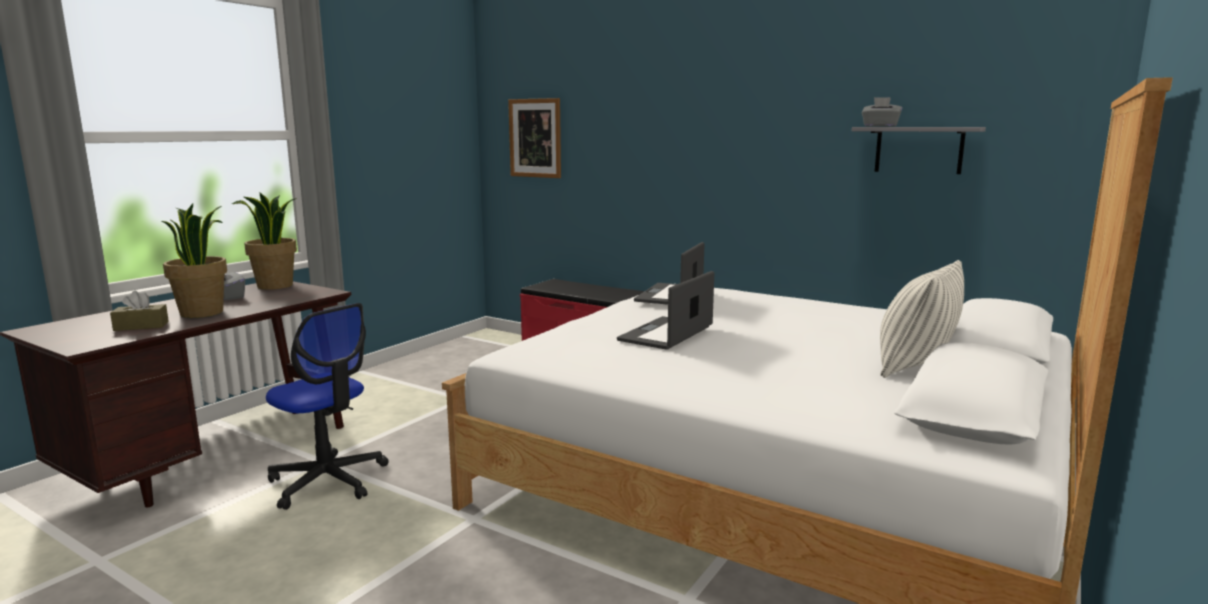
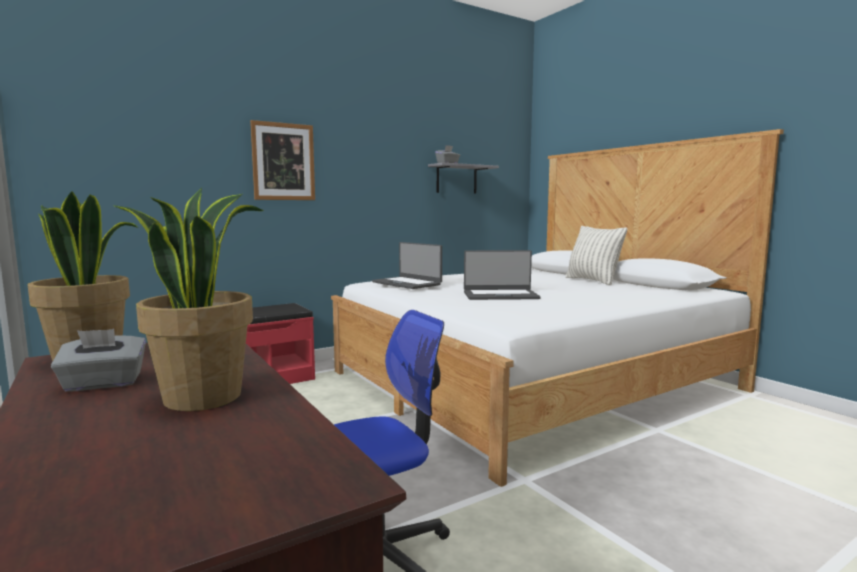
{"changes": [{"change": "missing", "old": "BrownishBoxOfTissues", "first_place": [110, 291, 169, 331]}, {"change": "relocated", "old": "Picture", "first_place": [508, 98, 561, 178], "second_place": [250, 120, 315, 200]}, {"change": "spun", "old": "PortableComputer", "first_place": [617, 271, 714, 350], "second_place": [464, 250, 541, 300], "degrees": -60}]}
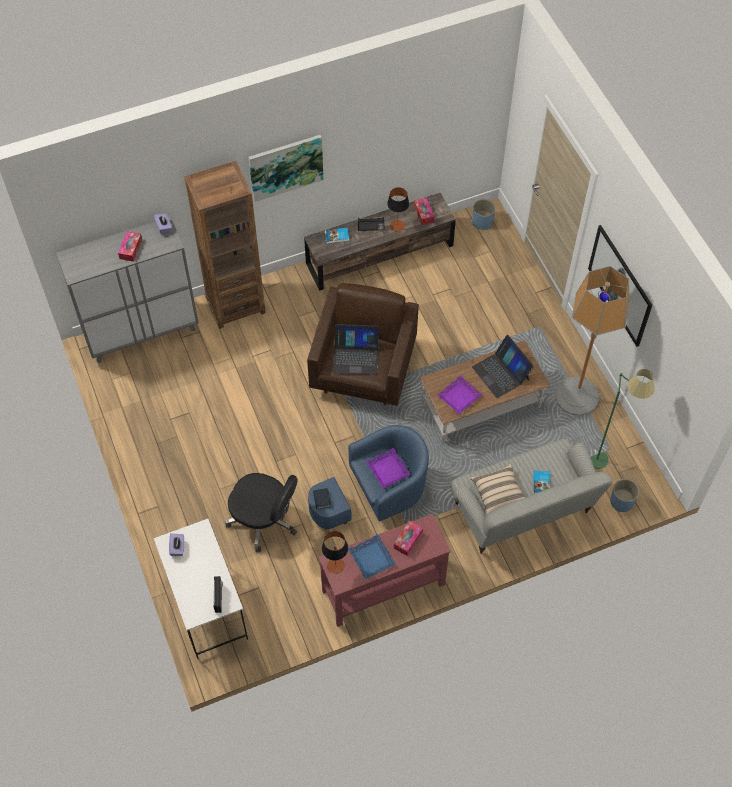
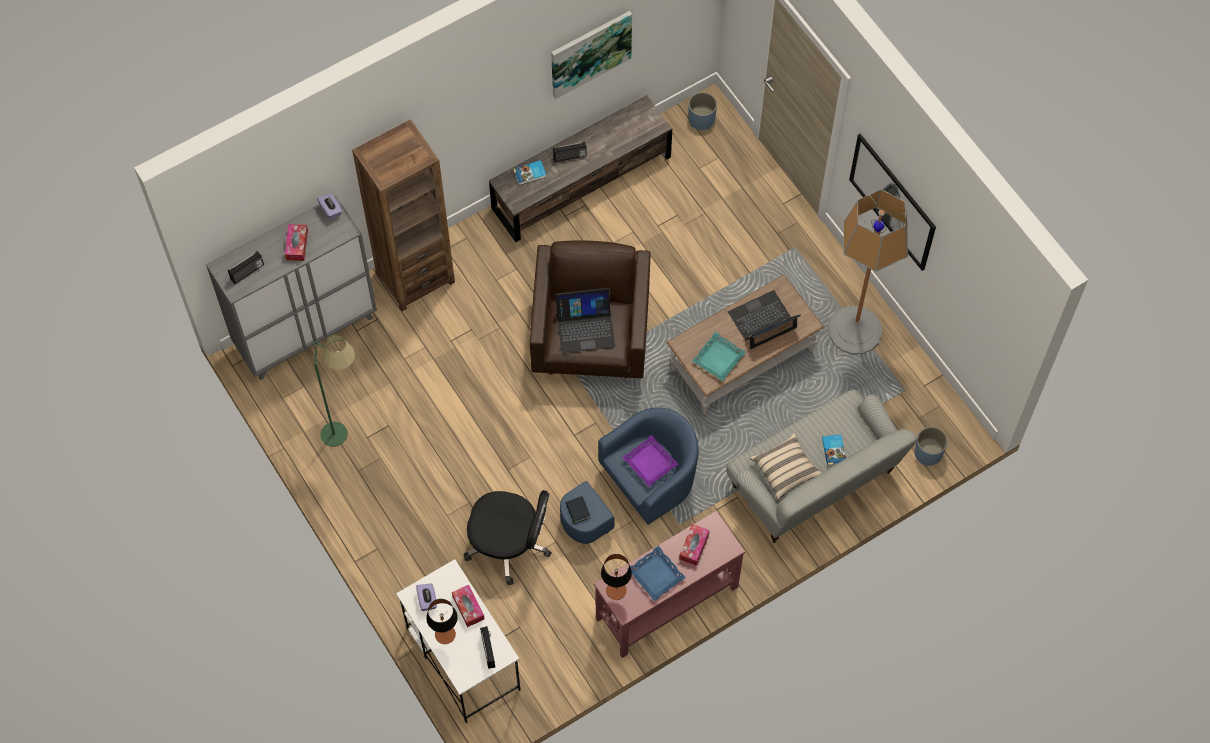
{"changes": [{"change": "appeared", "new": "Radio", "second_place": [228, 251, 264, 284]}, {"change": "relocated", "old": "Picture", "first_place": [249, 135, 324, 202], "second_place": [551, 11, 632, 99]}, {"change": "relocated", "old": "TabletopLamp", "first_place": [387, 188, 409, 232], "second_place": [426, 599, 458, 644]}, {"change": "relocated", "old": "BoxOfTissues", "first_place": [414, 198, 435, 225], "second_place": [452, 585, 485, 627]}, {"change": "relocated", "old": "GreenStandardLamp", "first_place": [590, 369, 655, 469], "second_place": [314, 335, 355, 447]}, {"change": "colour", "old": "PurpleServingTray", "new": "TurquoiseColouredServingTray", "first_place": [437, 375, 483, 414], "second_place": [692, 332, 746, 381]}, {"change": "spun", "old": "PortableComputer", "first_place": [472, 335, 534, 398], "second_place": [728, 290, 801, 349], "degrees": 105}]}
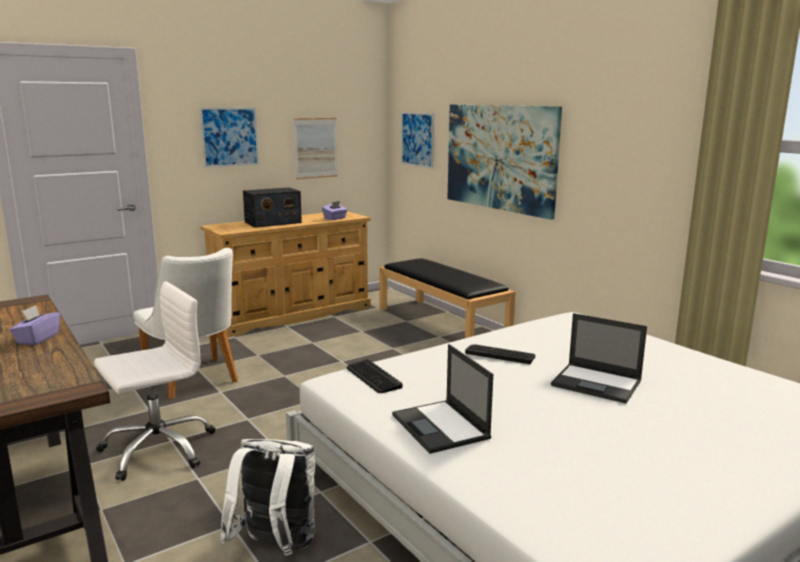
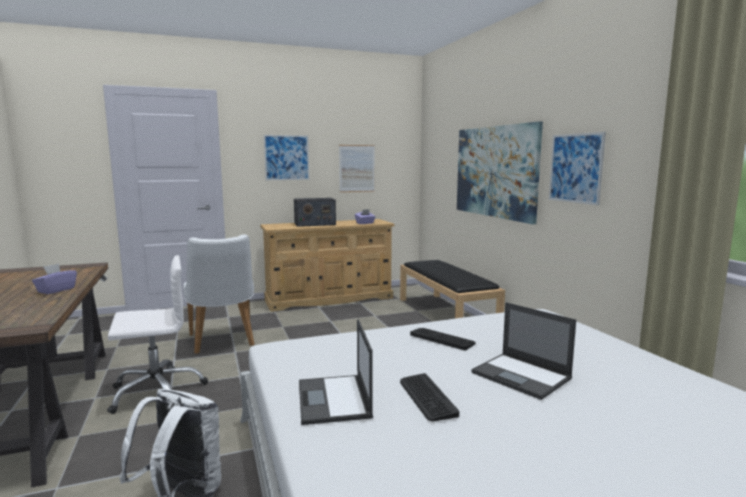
{"changes": [{"change": "relocated", "old": "Keyboard", "first_place": [347, 359, 403, 393], "second_place": [400, 373, 459, 421]}, {"change": "relocated", "old": "Picture", "first_place": [401, 112, 434, 169], "second_place": [549, 132, 606, 205]}]}
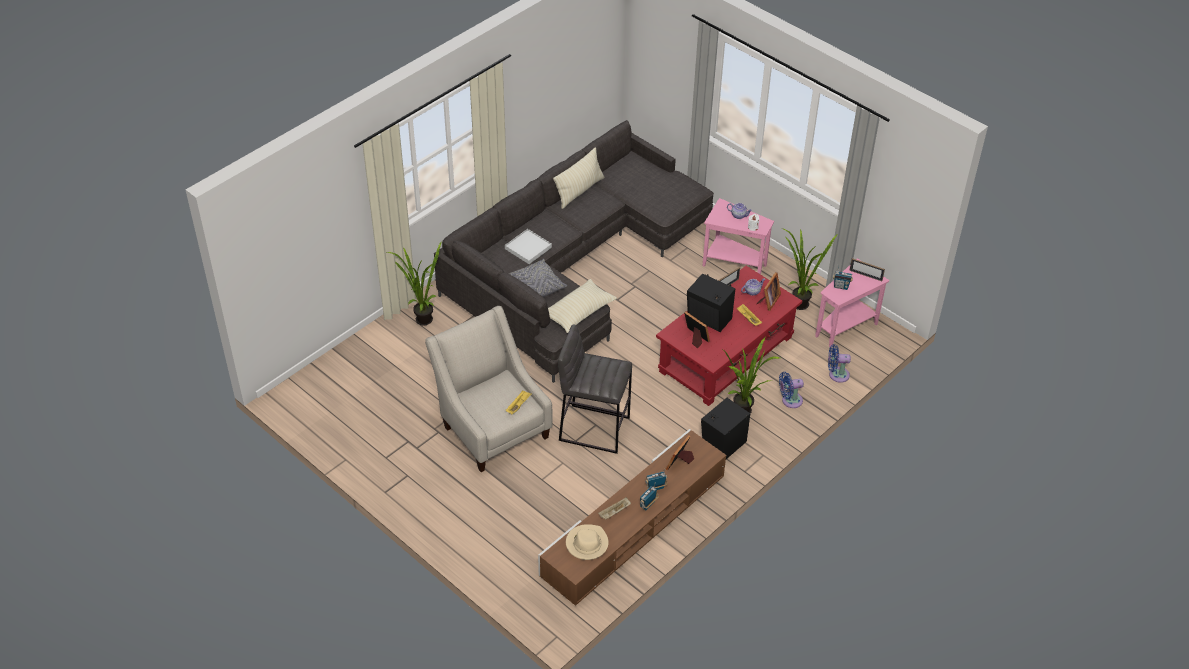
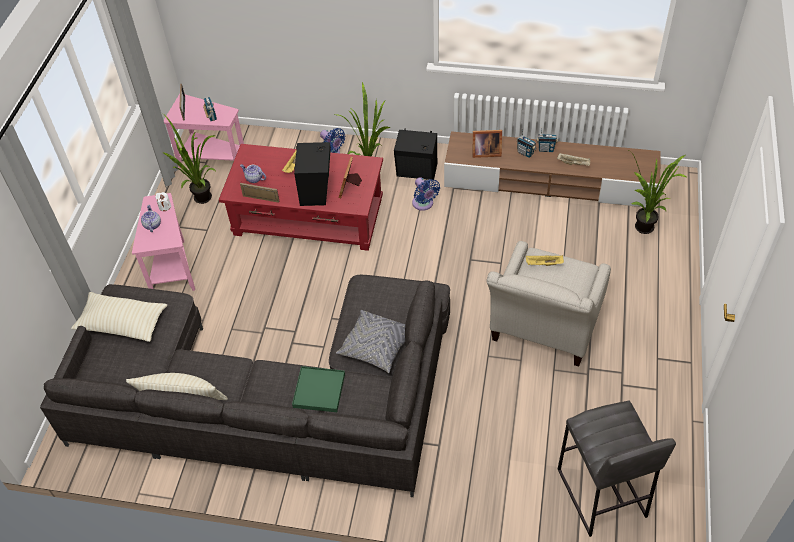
{"changes": [{"change": "missing", "old": "BeigeWearableHat", "first_place": [566, 524, 609, 560]}, {"change": "missing", "old": "StandingFrame", "first_place": [756, 272, 781, 311]}, {"change": "relocated", "old": "PlantInAPot", "first_place": [387, 241, 442, 326], "second_place": [629, 150, 688, 234]}, {"change": "relocated", "old": "BeigeCushion", "first_place": [548, 279, 617, 333], "second_place": [71, 292, 167, 342]}, {"change": "relocated", "old": "GreyishSittingStool", "first_place": [558, 324, 632, 454], "second_place": [558, 400, 676, 537]}, {"change": "relocated", "old": "BluishFan", "first_place": [828, 344, 851, 383], "second_place": [412, 177, 440, 211]}, {"change": "colour", "old": "WhitishServingTray", "new": "GreenServingTray", "first_place": [505, 229, 552, 264], "second_place": [292, 366, 345, 412]}]}
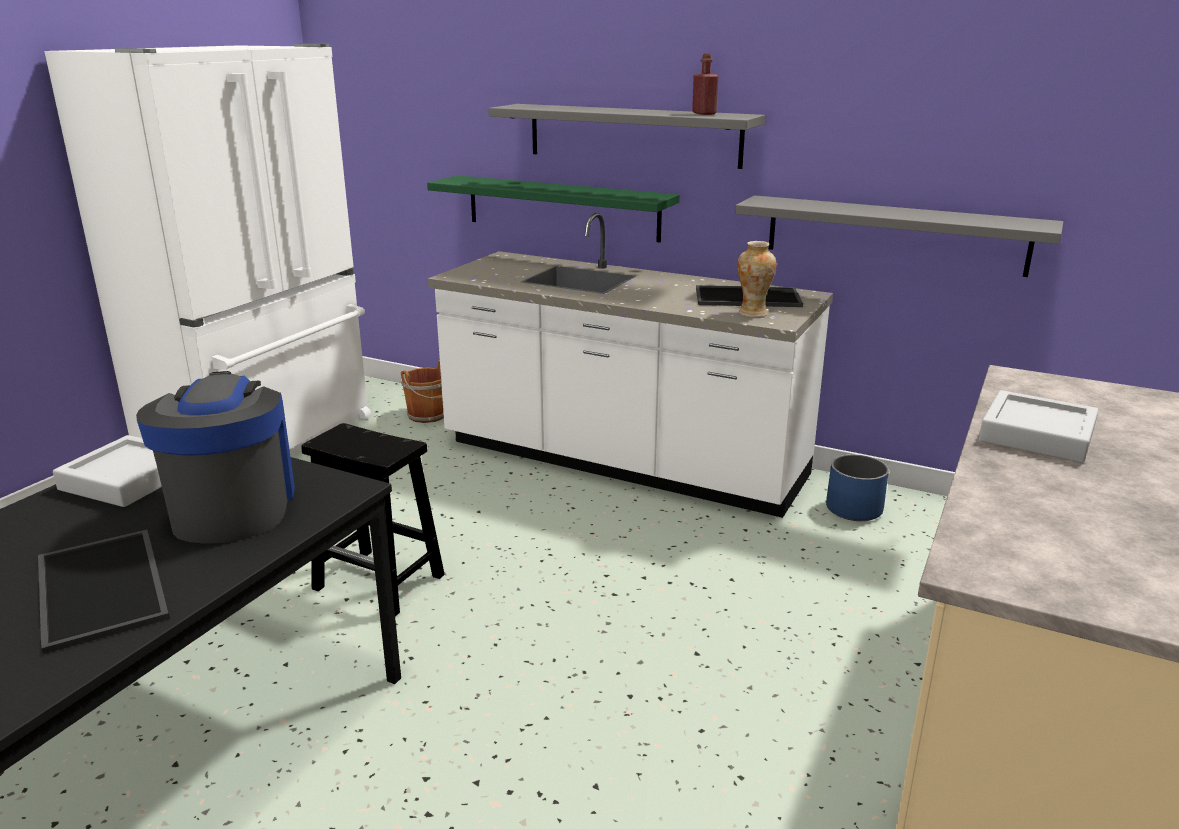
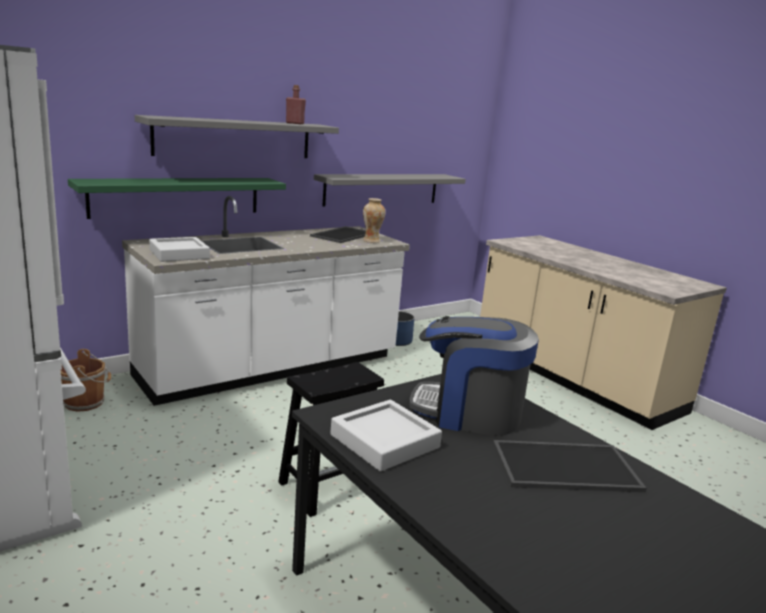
{"changes": [{"change": "relocated", "old": "GreyishServingTray", "first_place": [979, 390, 1099, 463], "second_place": [149, 237, 210, 262]}]}
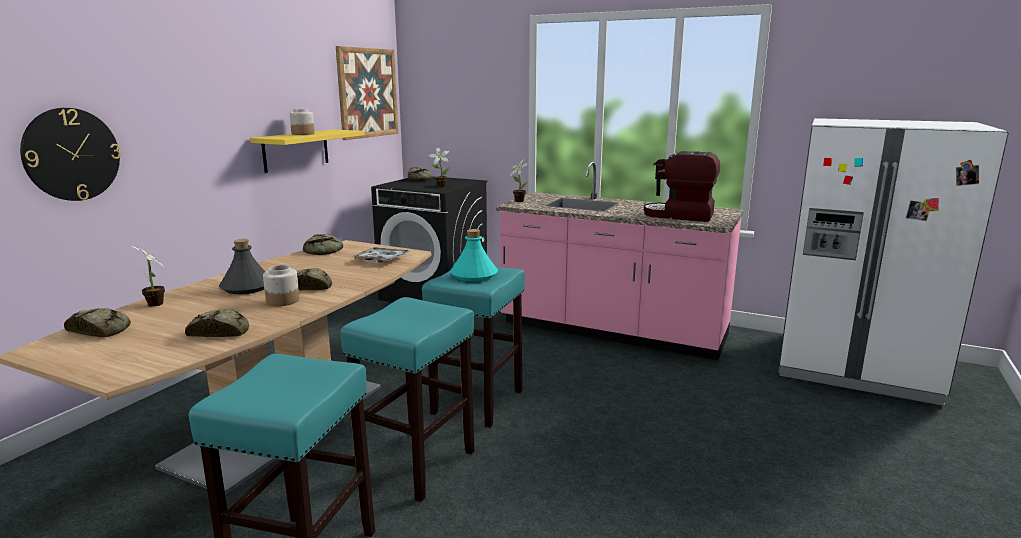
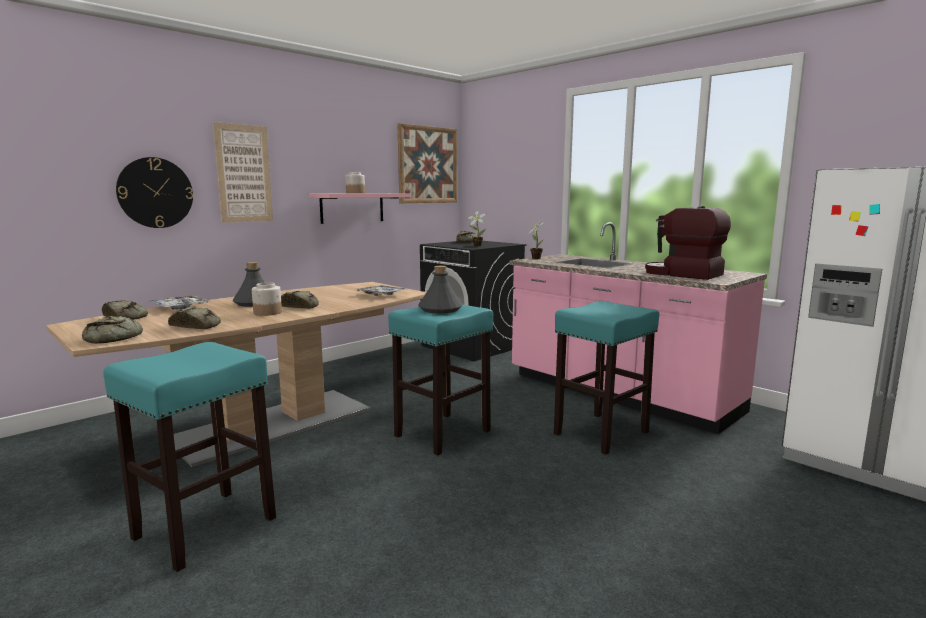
{"changes": [{"change": "appeared", "new": "Picture", "second_place": [213, 122, 273, 223]}, {"change": "relocated", "old": "BakeryBread", "first_place": [303, 234, 343, 255], "second_place": [82, 316, 143, 344]}, {"change": "relocated", "old": "TurquoiseColouredSittingStool", "first_place": [340, 297, 475, 502], "second_place": [554, 301, 659, 455]}, {"change": "exchanged", "old": "PlantInAPot", "new": "ServingTray", "first_place": [132, 246, 165, 307], "second_place": [149, 295, 210, 309]}, {"change": "colour", "old": "YellowColouredShelf", "new": "PinkishShelf", "first_place": [250, 129, 365, 173], "second_place": [309, 193, 411, 224]}, {"change": "colour", "old": "TurquoiseColouredDrinkBottle", "new": "GreyishDrinkBottle", "first_place": [450, 229, 498, 282], "second_place": [418, 266, 463, 313]}]}
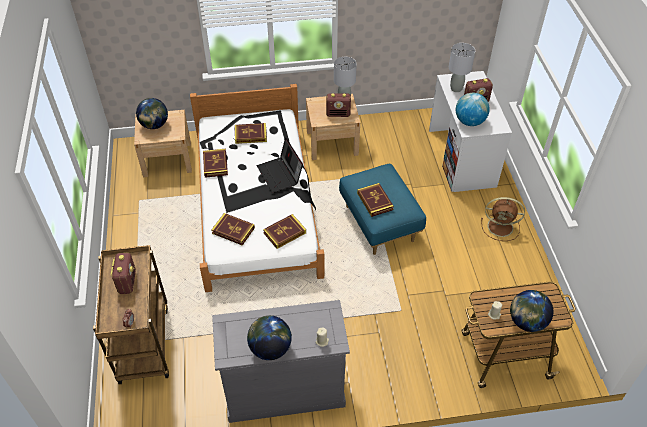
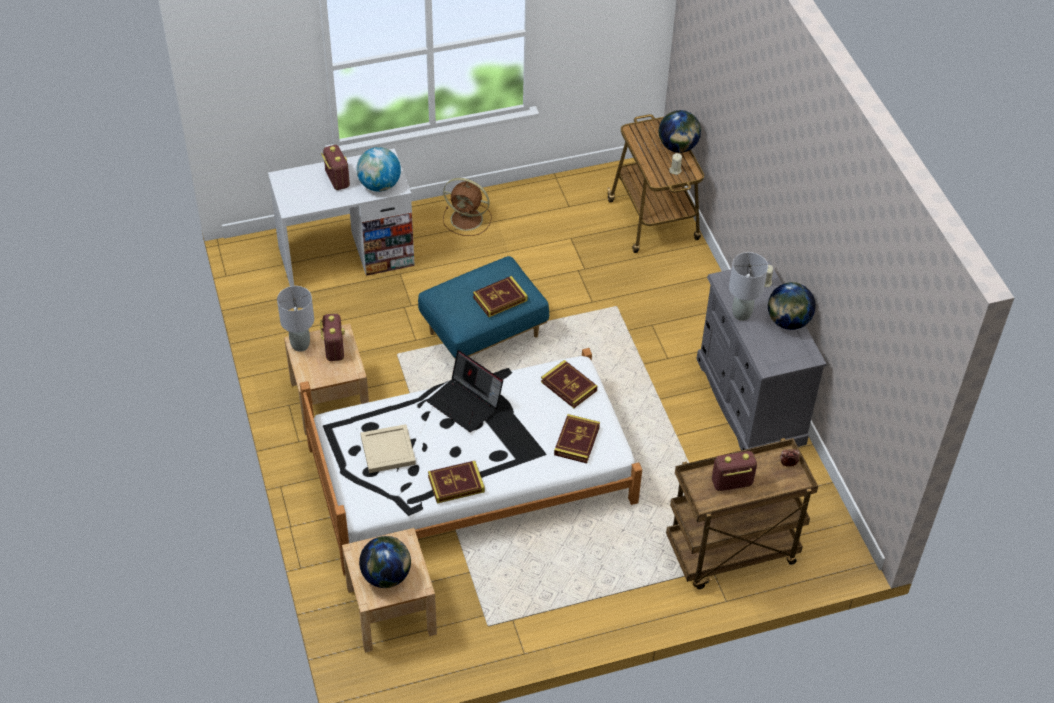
{"changes": [{"change": "relocated", "old": "GreyishTabletopLamp", "first_place": [449, 43, 475, 92], "second_place": [729, 252, 768, 321]}, {"change": "exchanged", "old": "Book", "new": "BeigeServingTray", "first_place": [235, 123, 267, 144], "second_place": [360, 424, 416, 473]}, {"change": "spun", "old": "PortableComputer", "first_place": [257, 137, 303, 193], "second_place": [427, 350, 503, 432], "degrees": 75}, {"change": "spun", "old": "BrownishFan", "first_place": [481, 197, 525, 241], "second_place": [443, 178, 492, 236], "degrees": 105}]}
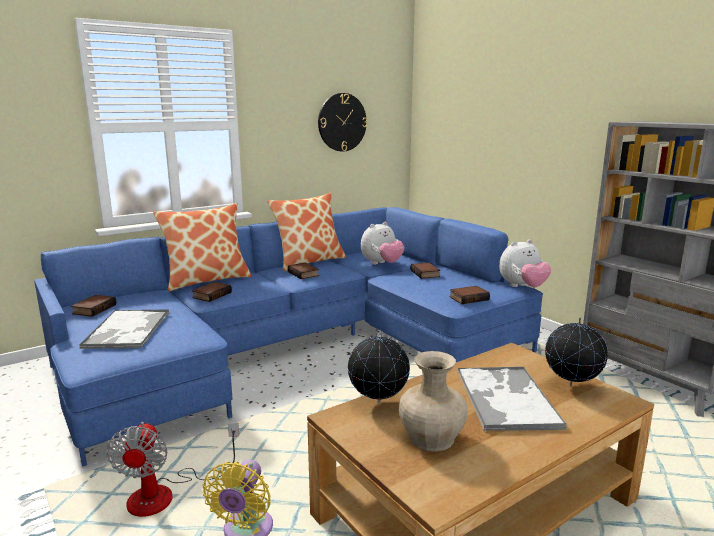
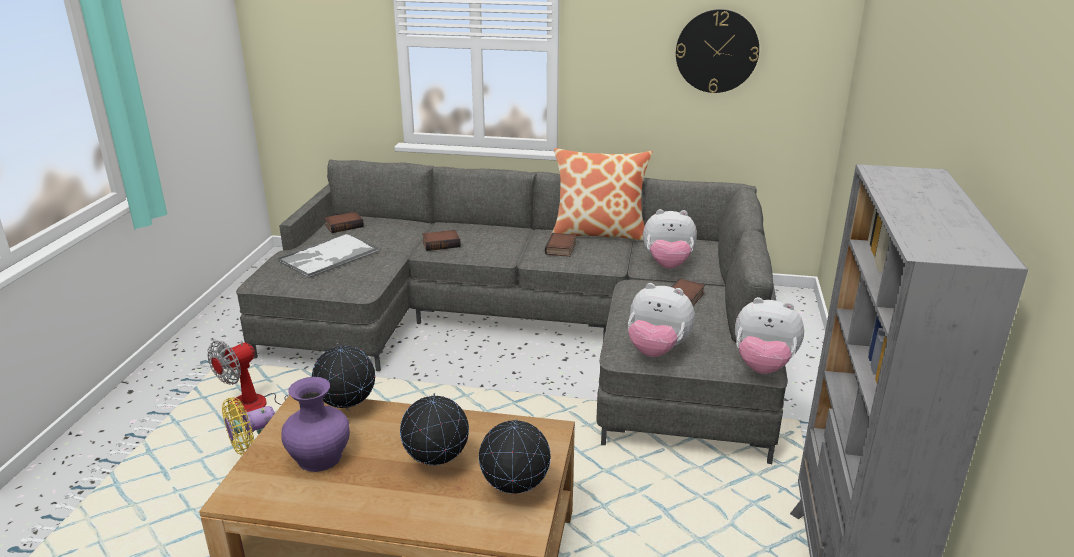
{"changes": [{"change": "missing", "old": "Cushion", "first_place": [153, 203, 252, 291]}, {"change": "exchanged", "old": "Book", "new": "CuddlyToy", "first_place": [449, 286, 490, 304], "second_place": [628, 283, 695, 357]}, {"change": "exchanged", "old": "ServingTray", "new": "DeskGlobe", "first_place": [457, 366, 566, 431], "second_place": [400, 393, 469, 466]}, {"change": "colour", "old": "BluishSettee", "new": "GreyishSettee", "first_place": [34, 207, 543, 467], "second_place": [236, 160, 787, 464]}, {"change": "colour", "old": "BeigeFlowerVase", "new": "PurpleFlowerVase", "first_place": [399, 351, 467, 452], "second_place": [281, 377, 350, 472]}]}
